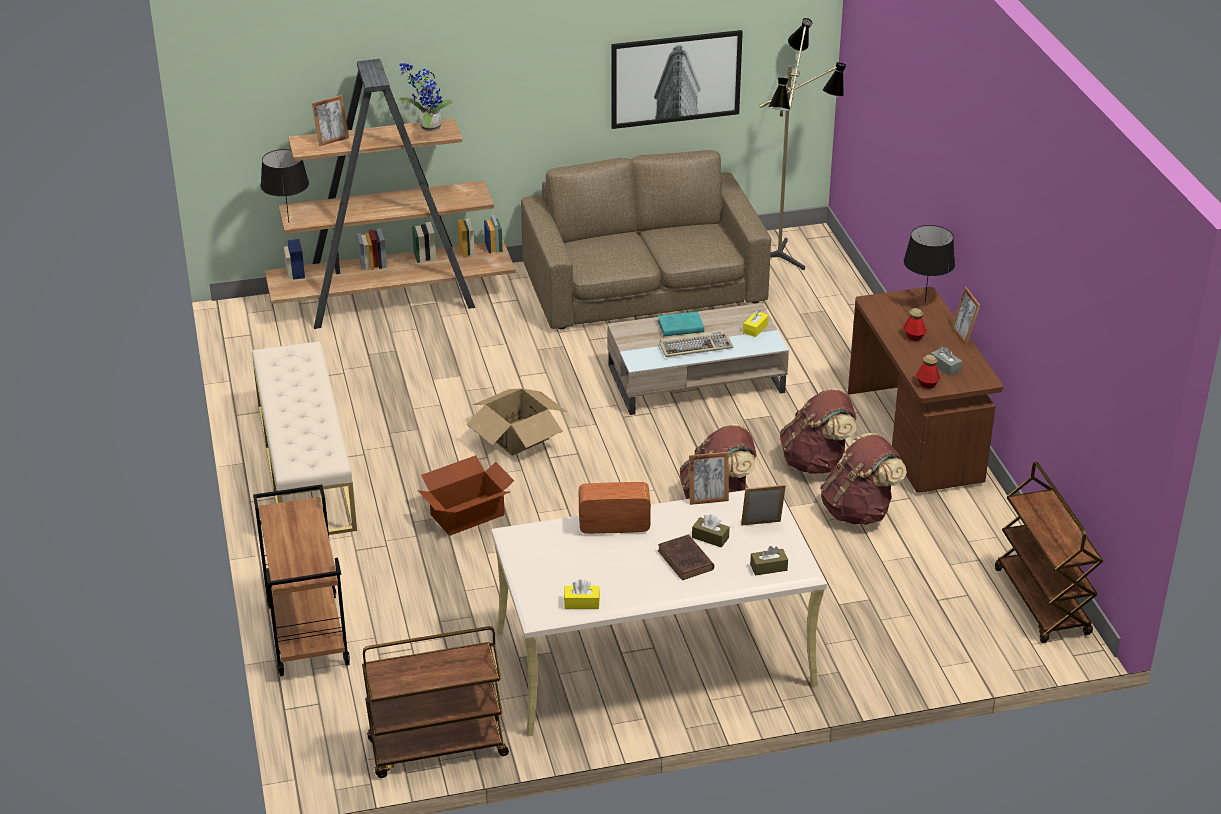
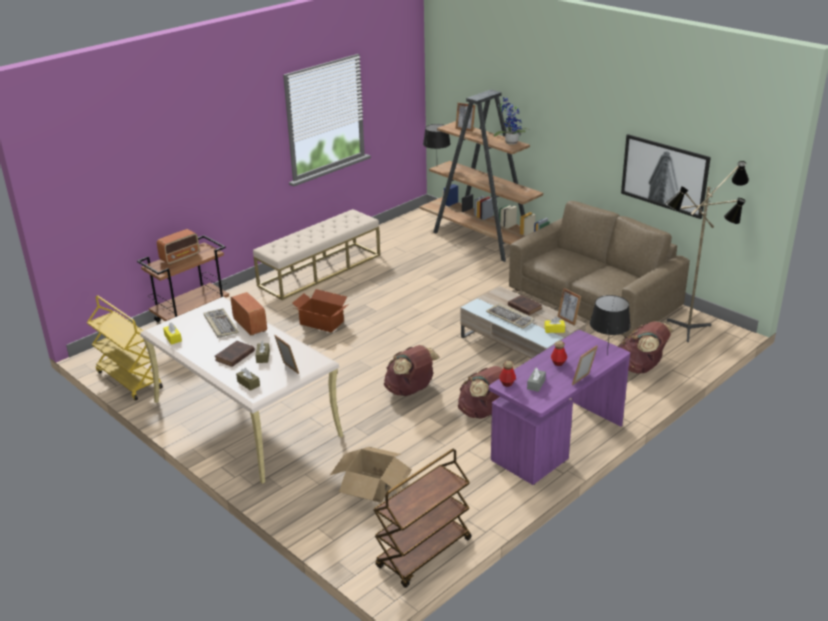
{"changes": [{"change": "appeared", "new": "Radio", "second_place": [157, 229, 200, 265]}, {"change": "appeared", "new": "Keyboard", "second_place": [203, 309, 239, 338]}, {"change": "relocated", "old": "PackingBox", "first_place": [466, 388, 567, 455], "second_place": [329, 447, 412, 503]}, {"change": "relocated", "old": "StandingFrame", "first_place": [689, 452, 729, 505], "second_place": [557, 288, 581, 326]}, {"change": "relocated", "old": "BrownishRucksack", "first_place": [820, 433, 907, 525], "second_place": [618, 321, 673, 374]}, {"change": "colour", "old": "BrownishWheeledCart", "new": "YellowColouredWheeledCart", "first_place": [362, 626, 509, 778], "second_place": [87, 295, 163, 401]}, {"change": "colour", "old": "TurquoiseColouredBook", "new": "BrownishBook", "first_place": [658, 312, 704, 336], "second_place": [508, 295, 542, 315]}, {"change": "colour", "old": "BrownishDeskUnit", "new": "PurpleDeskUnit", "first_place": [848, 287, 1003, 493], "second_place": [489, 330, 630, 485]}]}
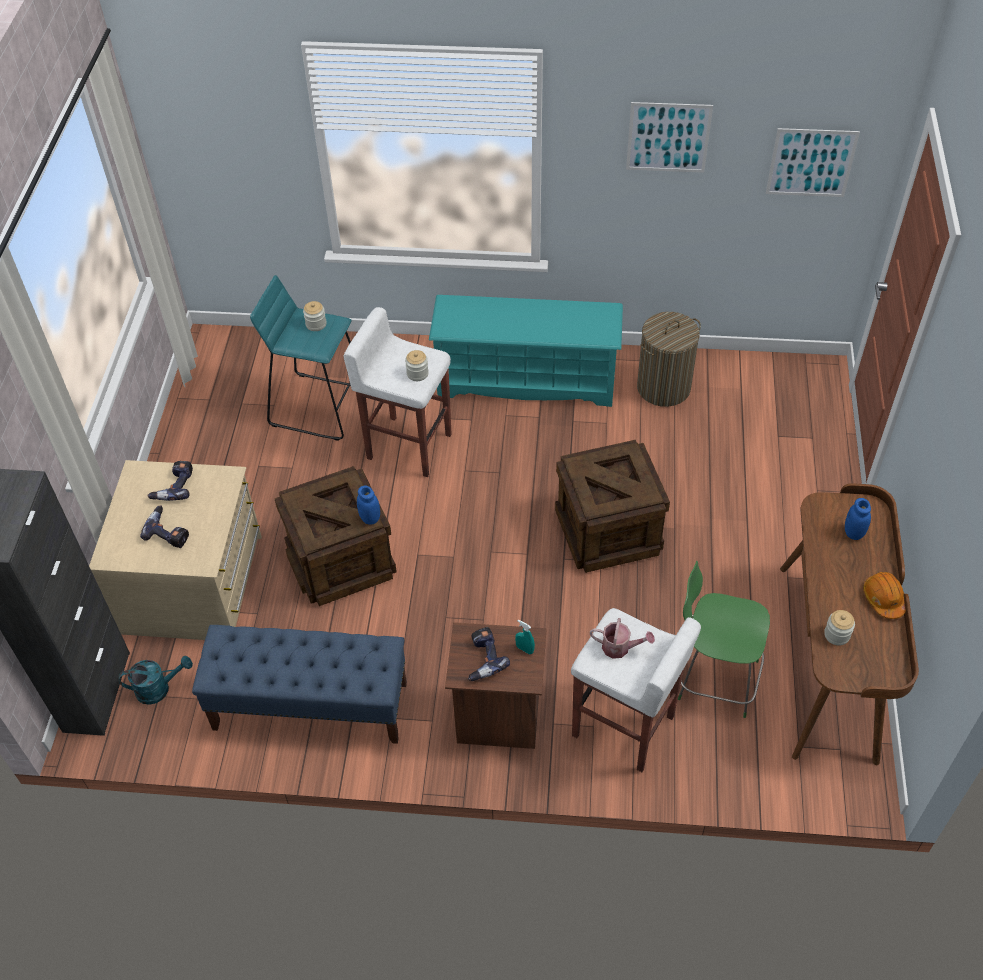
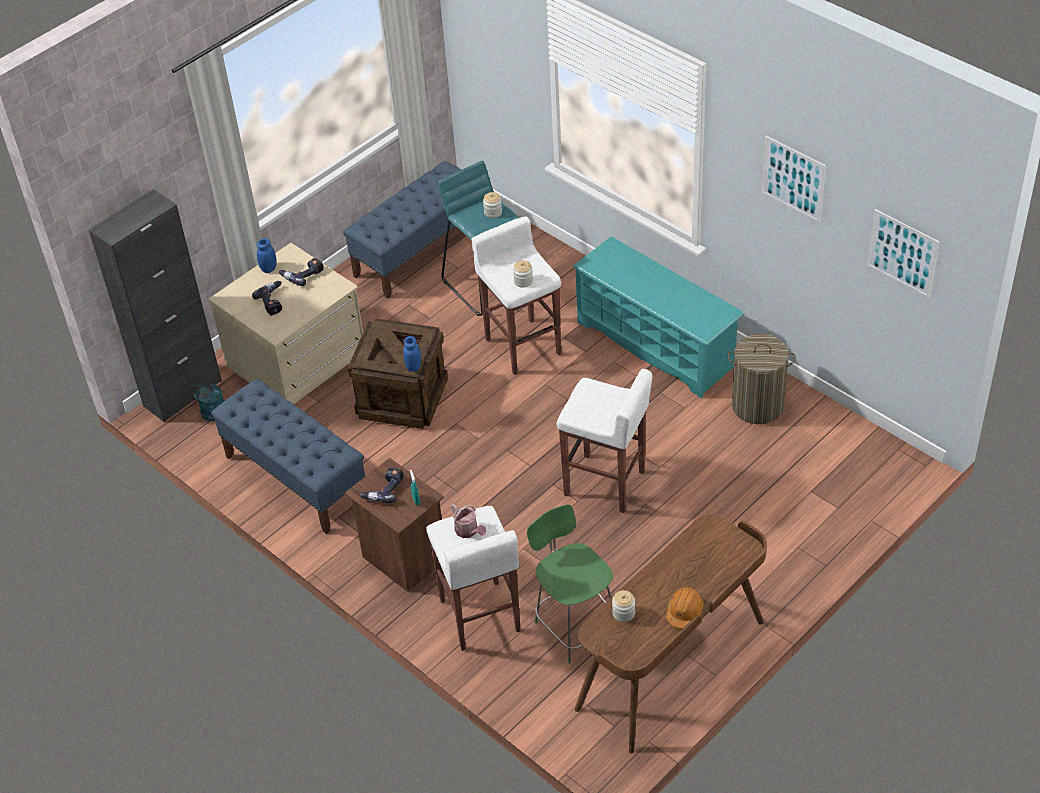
{"changes": [{"change": "appeared", "new": "BluishBench", "second_place": [343, 161, 461, 299]}, {"change": "relocated", "old": "BluishStorageJar", "first_place": [845, 498, 871, 540], "second_place": [257, 238, 277, 273]}, {"change": "exchanged", "old": "ShippingCrate", "new": "WhitishSittingStool", "first_place": [555, 440, 670, 573], "second_place": [556, 369, 652, 513]}]}
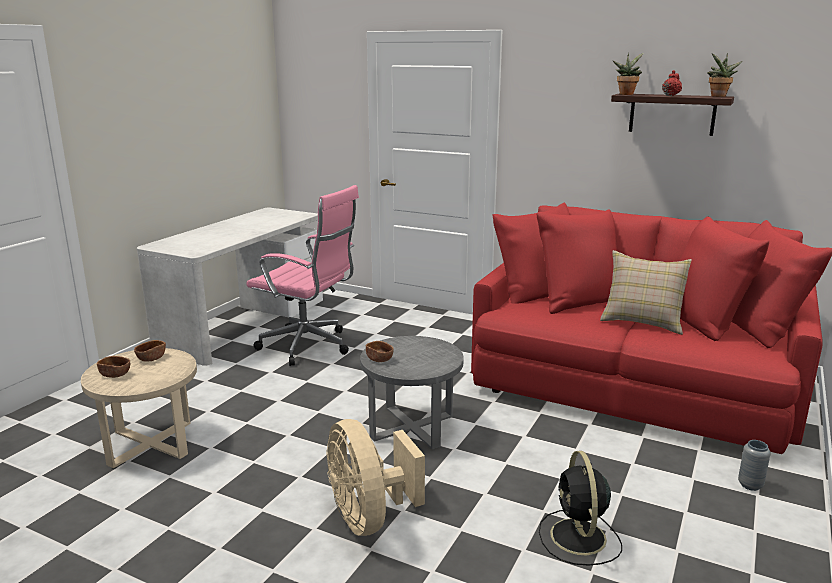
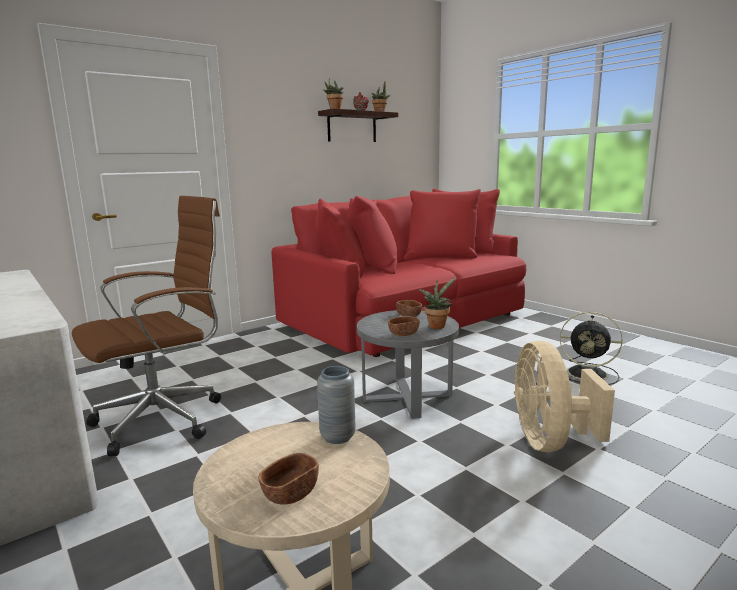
{"changes": [{"change": "missing", "old": "BeigeCushion", "first_place": [600, 250, 692, 335]}, {"change": "appeared", "new": "PlantInAPot", "second_place": [419, 277, 456, 329]}, {"change": "relocated", "old": "BrownishServingBowl", "first_place": [134, 340, 166, 362], "second_place": [396, 300, 422, 317]}, {"change": "relocated", "old": "GreyishFlowerVase", "first_place": [738, 440, 771, 491], "second_place": [317, 366, 356, 444]}, {"change": "colour", "old": "PinkishDeskChair", "new": "BrownishDeskChair", "first_place": [246, 185, 359, 366], "second_place": [72, 196, 221, 456]}, {"change": "spun", "old": "BeigeFan", "first_place": [327, 419, 425, 536], "second_place": [514, 341, 615, 452], "degrees": 90}]}
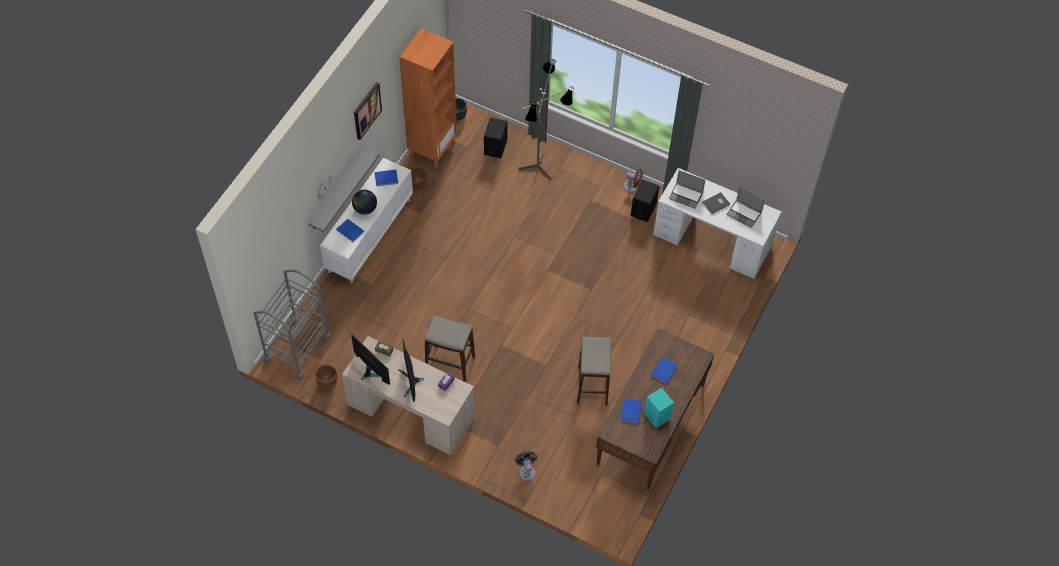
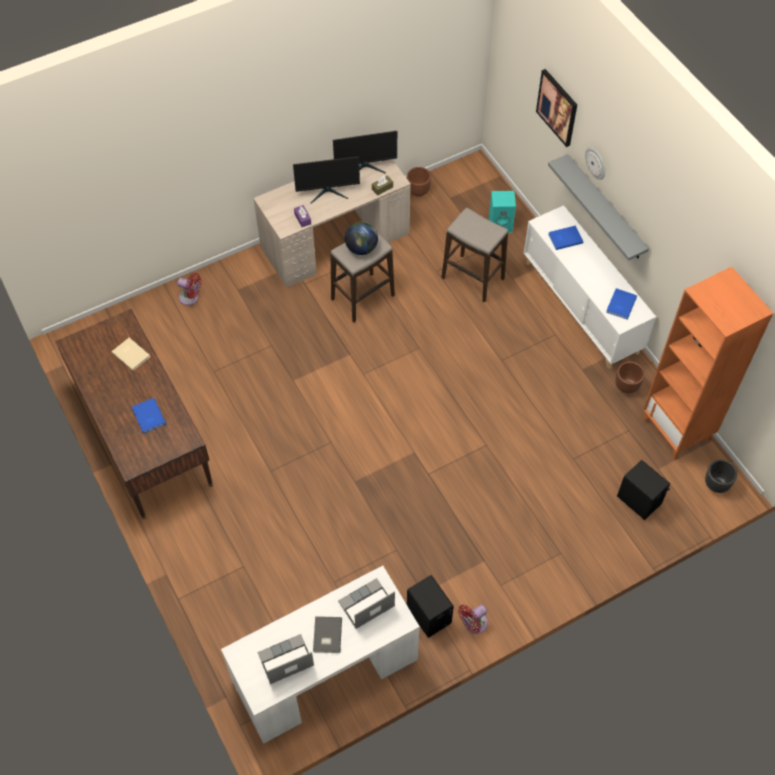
{"changes": [{"change": "missing", "old": "GreyishWheeledCart", "first_place": [254, 269, 331, 380]}, {"change": "missing", "old": "StandardLamp", "first_place": [518, 59, 574, 179]}, {"change": "relocated", "old": "DeskGlobe", "first_place": [352, 190, 377, 215], "second_place": [345, 221, 378, 255]}, {"change": "relocated", "old": "Picture", "first_place": [354, 82, 382, 140], "second_place": [536, 69, 577, 147]}, {"change": "relocated", "old": "SittingStool", "first_place": [577, 337, 611, 406], "second_place": [441, 208, 508, 302]}, {"change": "relocated", "old": "TurquoiseColouredSpeaker", "first_place": [644, 388, 674, 428], "second_place": [489, 191, 516, 233]}, {"change": "colour", "old": "BlackFan", "new": "RedColouredFan", "first_place": [515, 451, 537, 481], "second_place": [177, 273, 201, 305]}, {"change": "colour", "old": "BluishBook", "new": "BeigeBook", "first_place": [620, 398, 642, 424], "second_place": [112, 338, 150, 371]}, {"change": "spun", "old": "ComputerScreen", "first_place": [399, 339, 424, 402], "second_place": [293, 156, 360, 203], "degrees": 150}]}
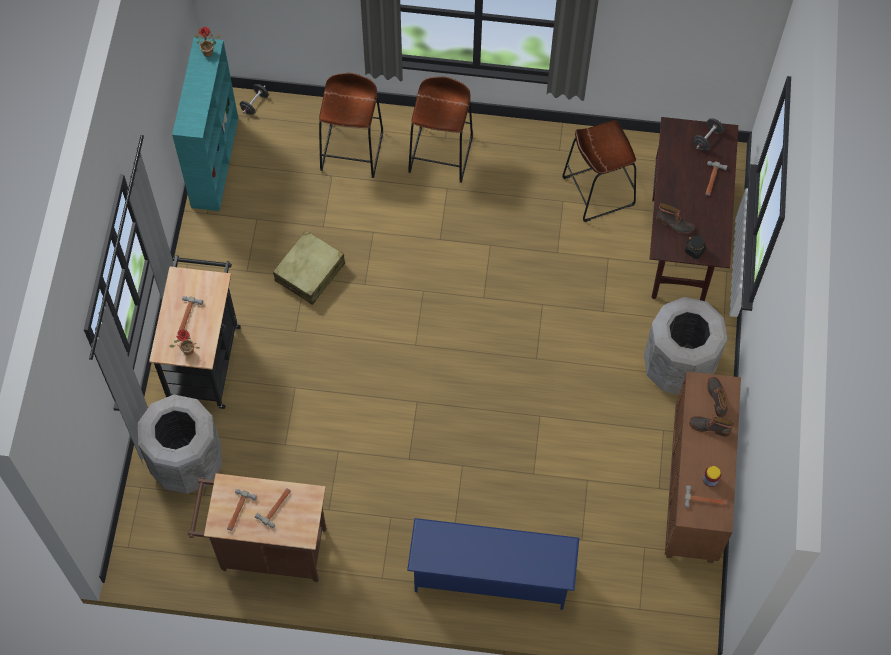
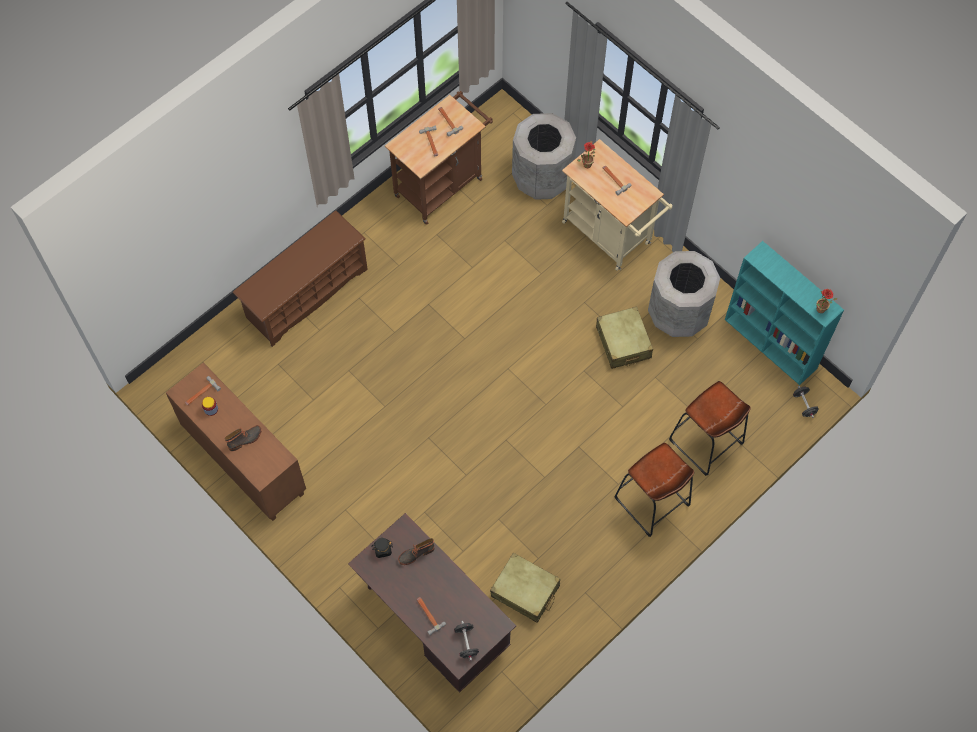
{"changes": [{"change": "missing", "old": "TallBoot", "first_place": [708, 377, 728, 417]}, {"change": "relocated", "old": "GreyishRubbishBin", "first_place": [644, 297, 727, 395], "second_place": [648, 251, 720, 337]}, {"change": "exchanged", "old": "BrownishSittingStool", "new": "BeigePieceOfLuggage", "first_place": [563, 120, 636, 222], "second_place": [490, 553, 560, 623]}, {"change": "colour", "old": "BlackWheeledCart", "new": "BeigeWheeledCart", "first_place": [149, 255, 241, 409], "second_place": [562, 139, 673, 271]}, {"change": "colour", "old": "BluishShoeRack", "new": "BrownishShoeRack", "first_place": [407, 518, 579, 610], "second_place": [233, 211, 368, 347]}]}
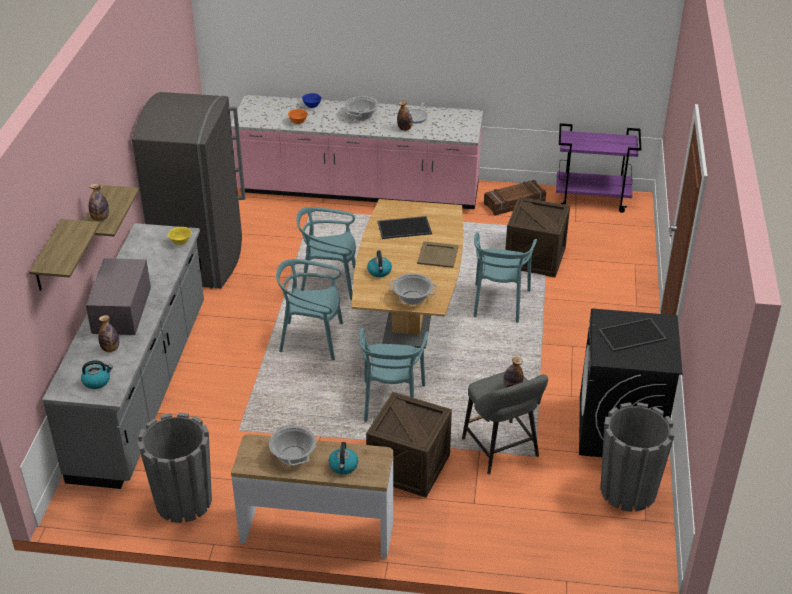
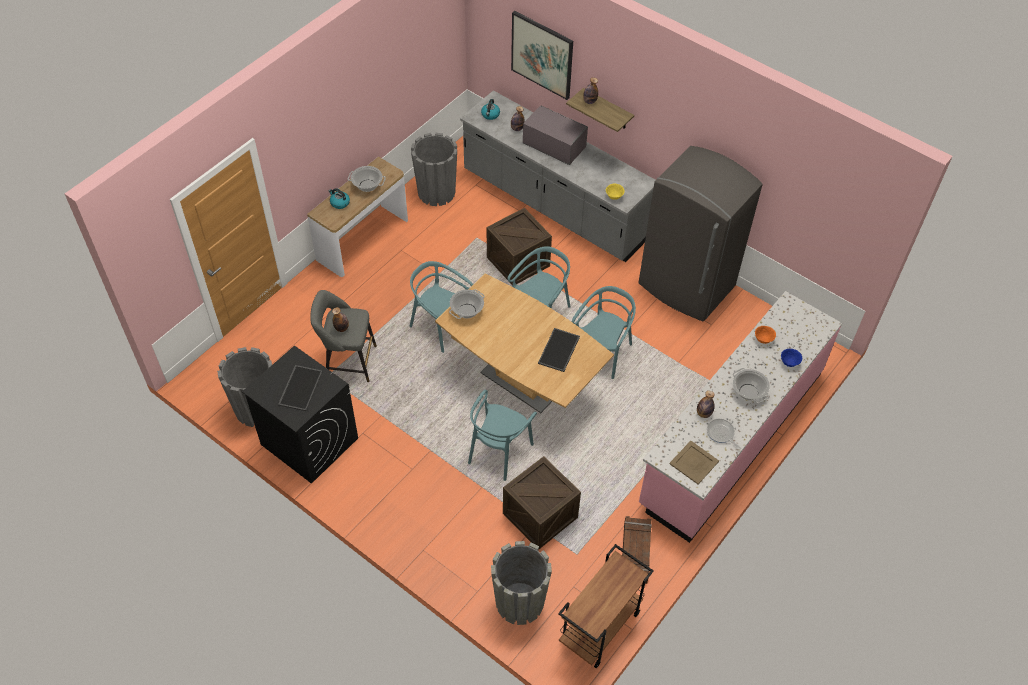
{"changes": [{"change": "missing", "old": "Kettle", "first_place": [367, 250, 392, 277]}, {"change": "appeared", "new": "GreyishPlanter", "second_place": [491, 541, 552, 625]}, {"change": "relocated", "old": "ShippingCrate", "first_place": [366, 392, 452, 498], "second_place": [487, 208, 552, 286]}, {"change": "relocated", "old": "BeigeServingTray", "first_place": [417, 241, 459, 268], "second_place": [669, 441, 719, 484]}, {"change": "exchanged", "old": "Shelf", "new": "Picture", "first_place": [29, 219, 100, 291], "second_place": [511, 11, 573, 100]}, {"change": "colour", "old": "PurpleWheeledCart", "new": "BrownishWheeledCart", "first_place": [556, 123, 641, 213], "second_place": [558, 544, 654, 668]}, {"change": "spun", "old": "TurquoiseColouredChair", "first_place": [473, 232, 537, 323], "second_place": [468, 390, 537, 481], "degrees": -105}]}
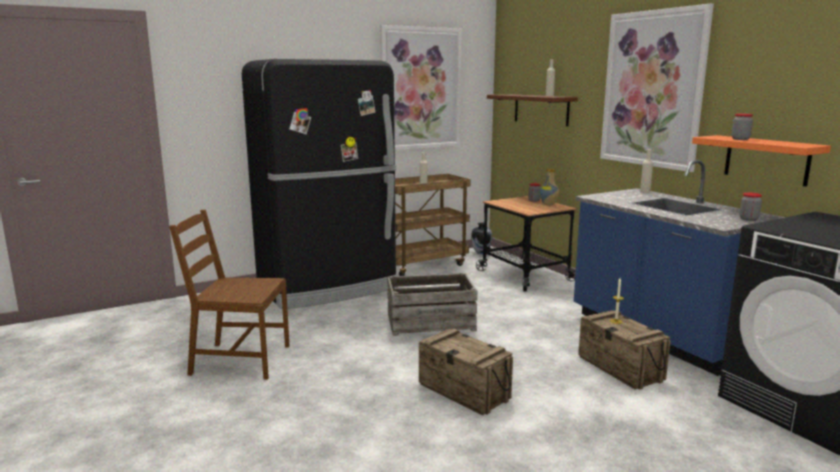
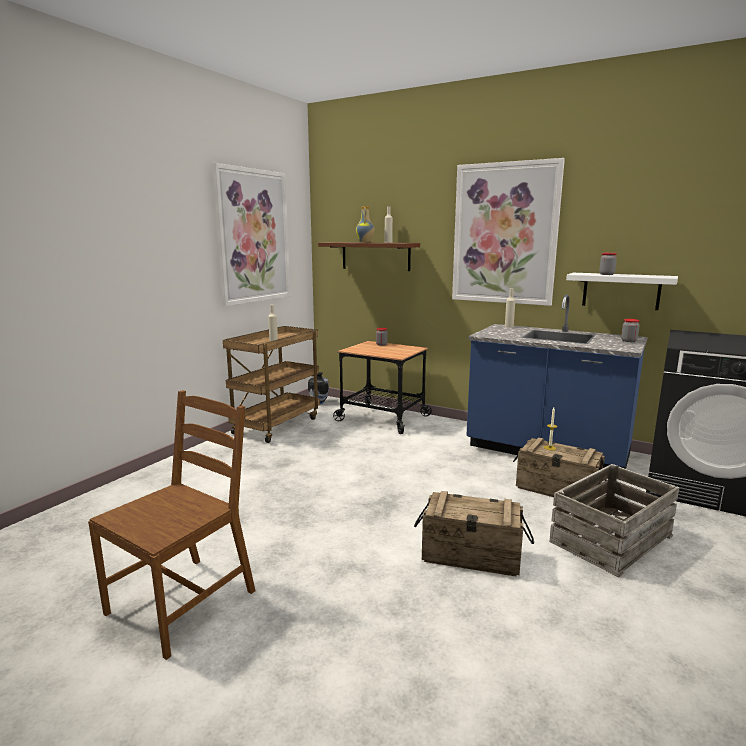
{"changes": [{"change": "missing", "old": "BlackRefrigerator", "first_place": [242, 59, 398, 309]}, {"change": "relocated", "old": "ShippingCrate", "first_place": [387, 273, 477, 336], "second_place": [549, 464, 679, 577]}, {"change": "relocated", "old": "FlowerVase", "first_place": [539, 169, 559, 205], "second_place": [356, 206, 375, 243]}, {"change": "colour", "old": "OrangeyShelf", "new": "WhitishShelf", "first_place": [692, 135, 831, 187], "second_place": [566, 273, 678, 310]}, {"change": "spun", "old": "BrownishChair", "first_place": [169, 210, 289, 380], "second_place": [88, 390, 255, 660], "degrees": 150}]}
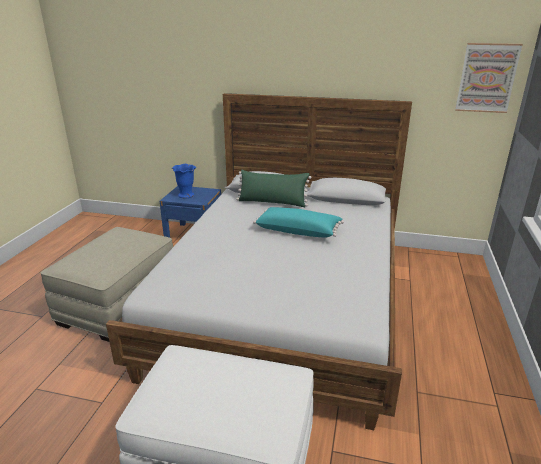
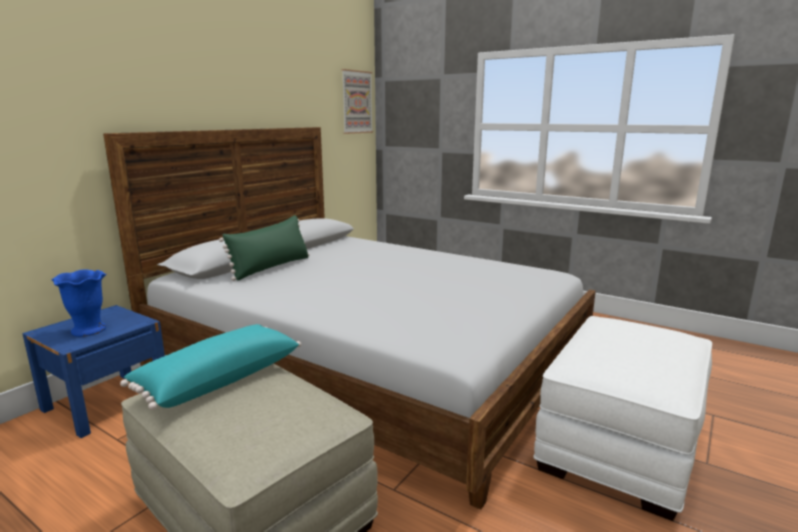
{"changes": [{"change": "relocated", "old": "TurquoiseColouredCushion", "first_place": [253, 207, 344, 238], "second_place": [120, 324, 301, 410]}]}
